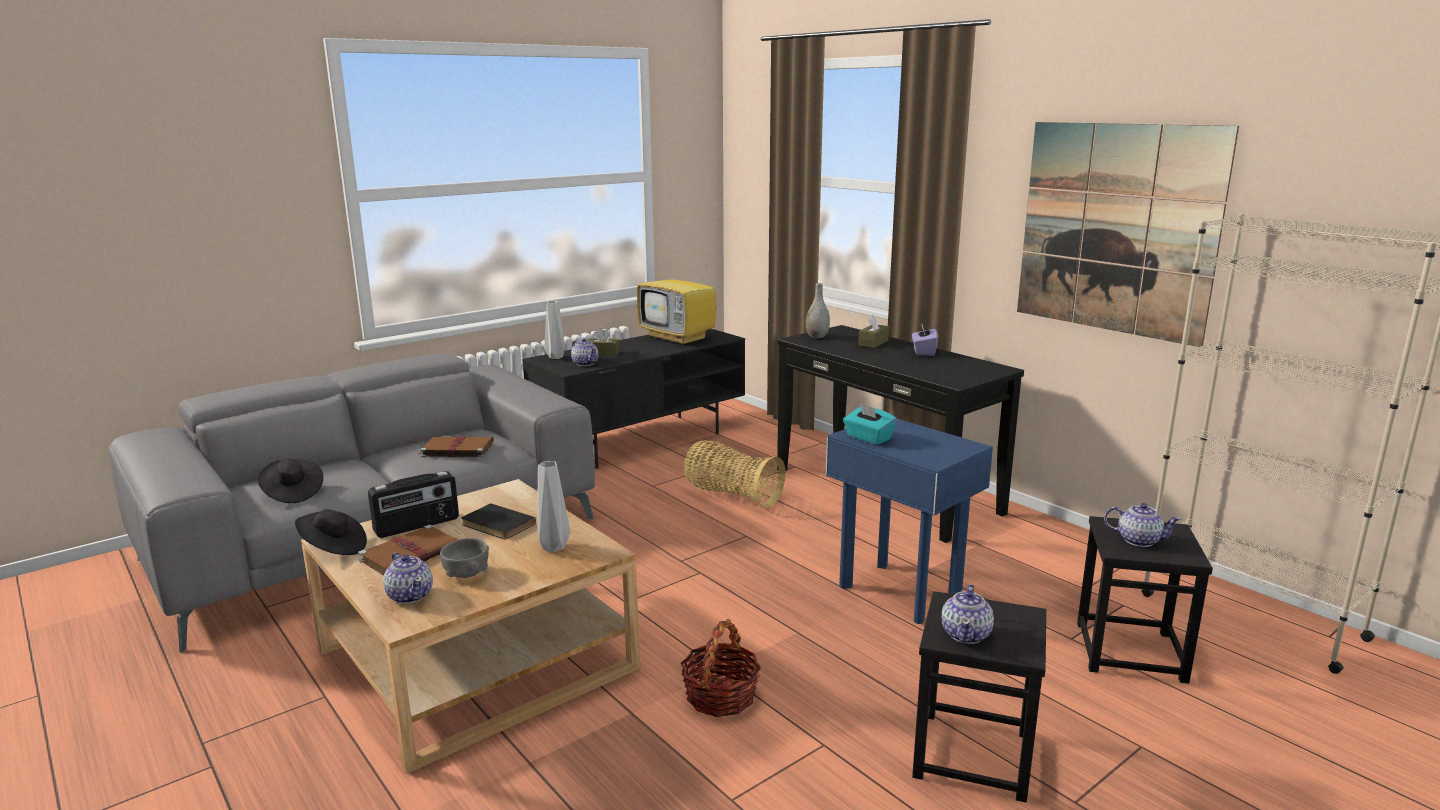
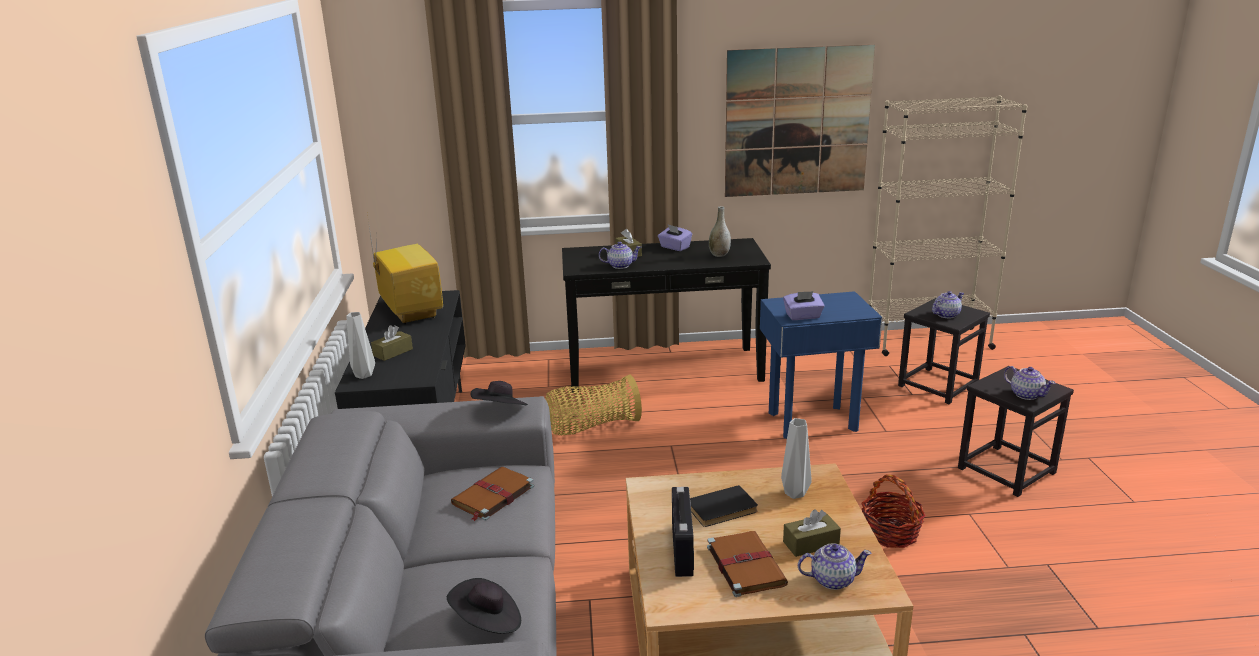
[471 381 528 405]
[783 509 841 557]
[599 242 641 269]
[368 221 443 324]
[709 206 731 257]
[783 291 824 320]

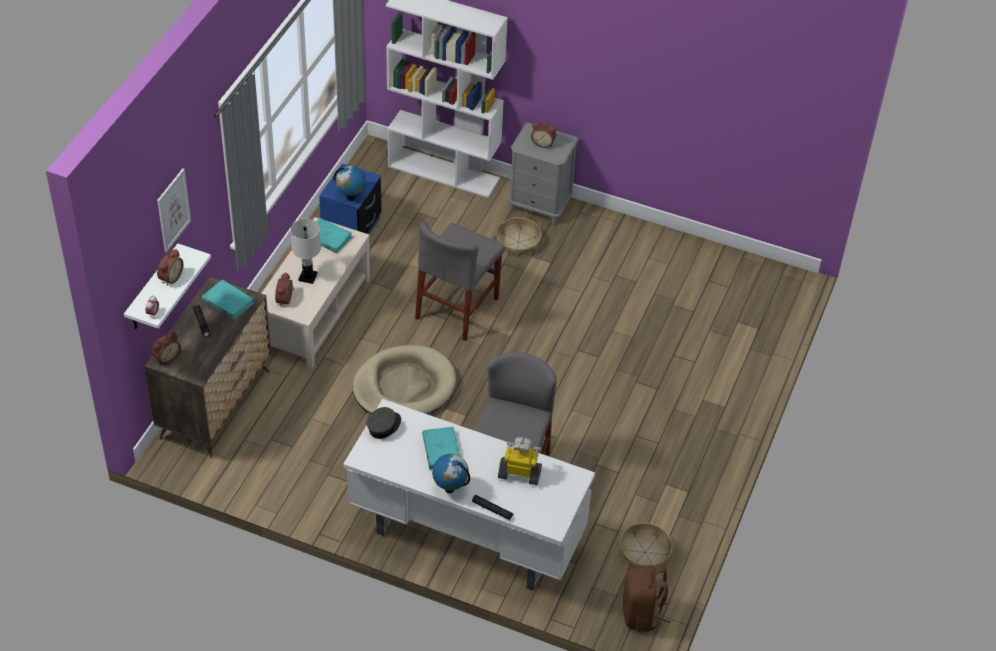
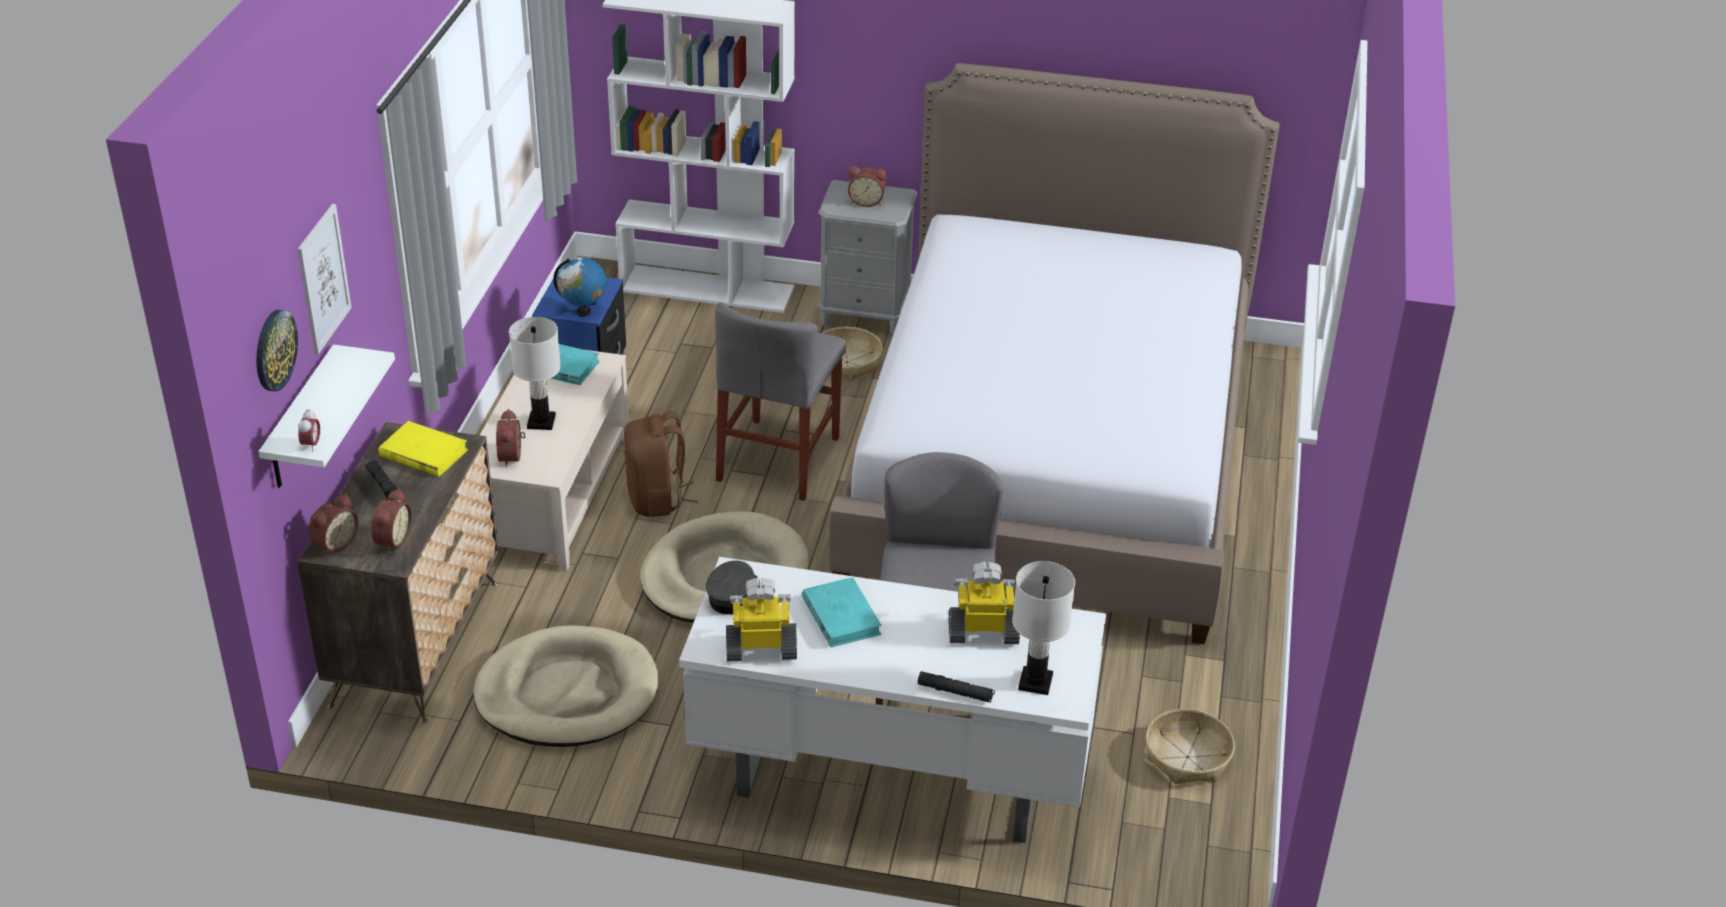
[371 488 412 553]
[379 421 468 477]
[432 454 470 493] (first image)
[624 411 698 517]
[256 309 298 391]
[473 625 659 747]
[726 578 797 661]
[829 63 1280 644]
[1012 561 1075 695]

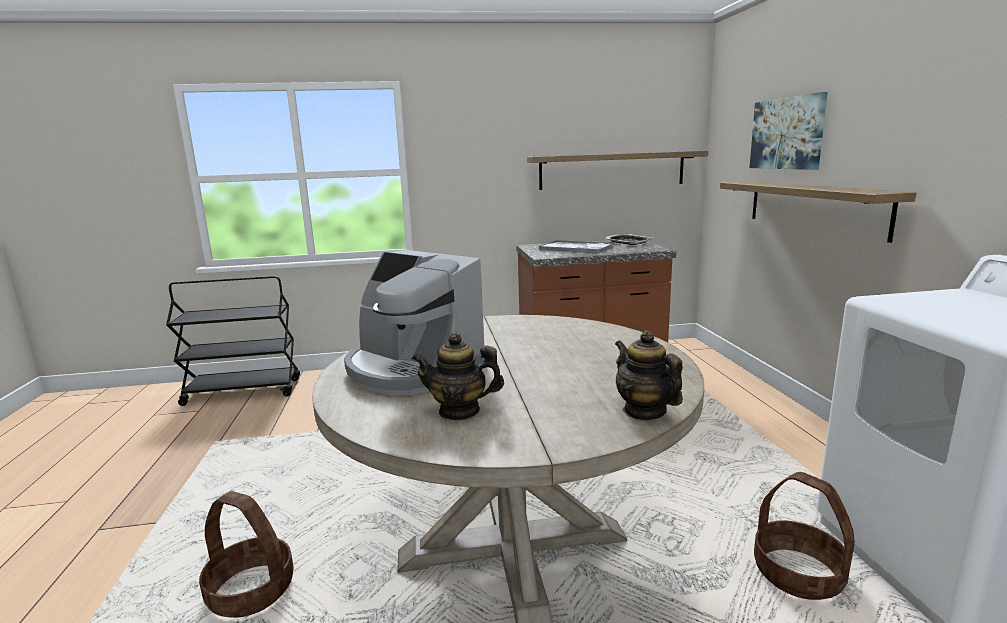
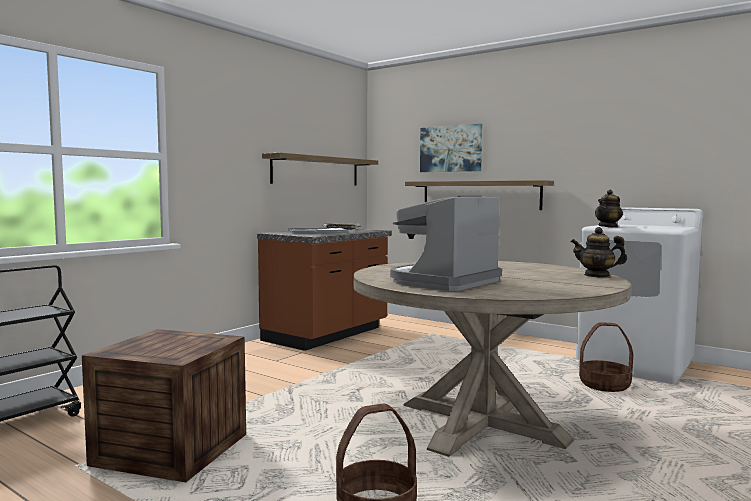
[390 196 502 291]
[595 190 623 227]
[82 329 246 482]

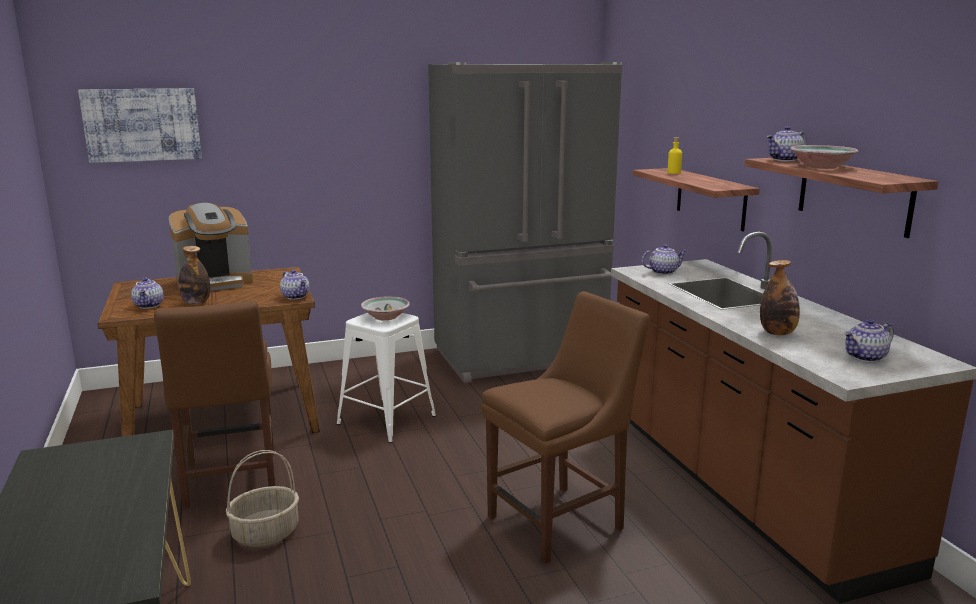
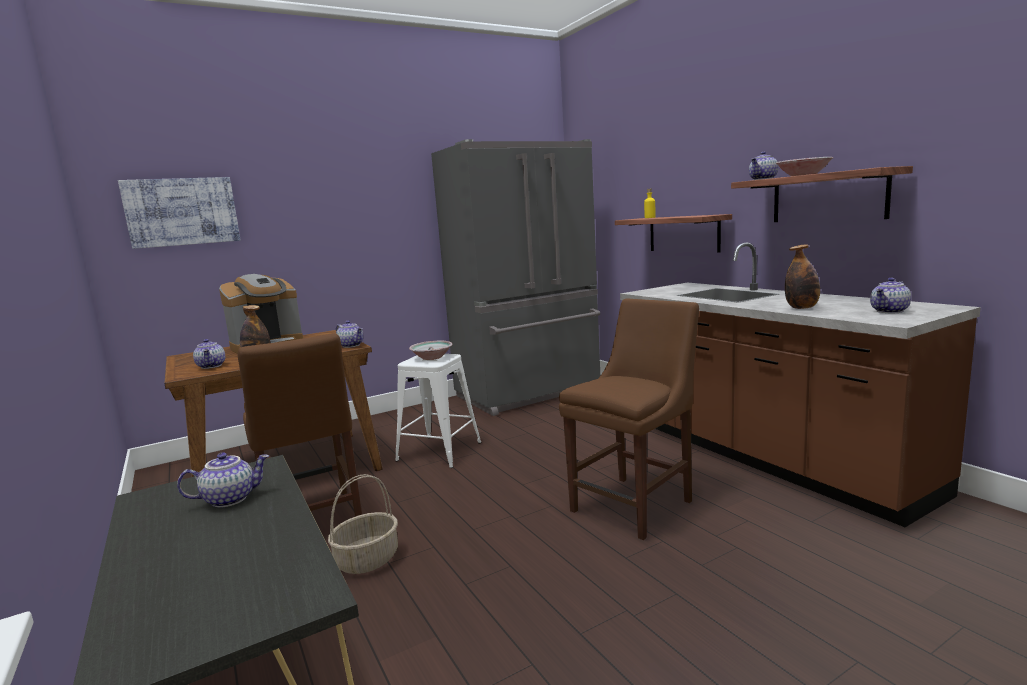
[177 453 269 507]

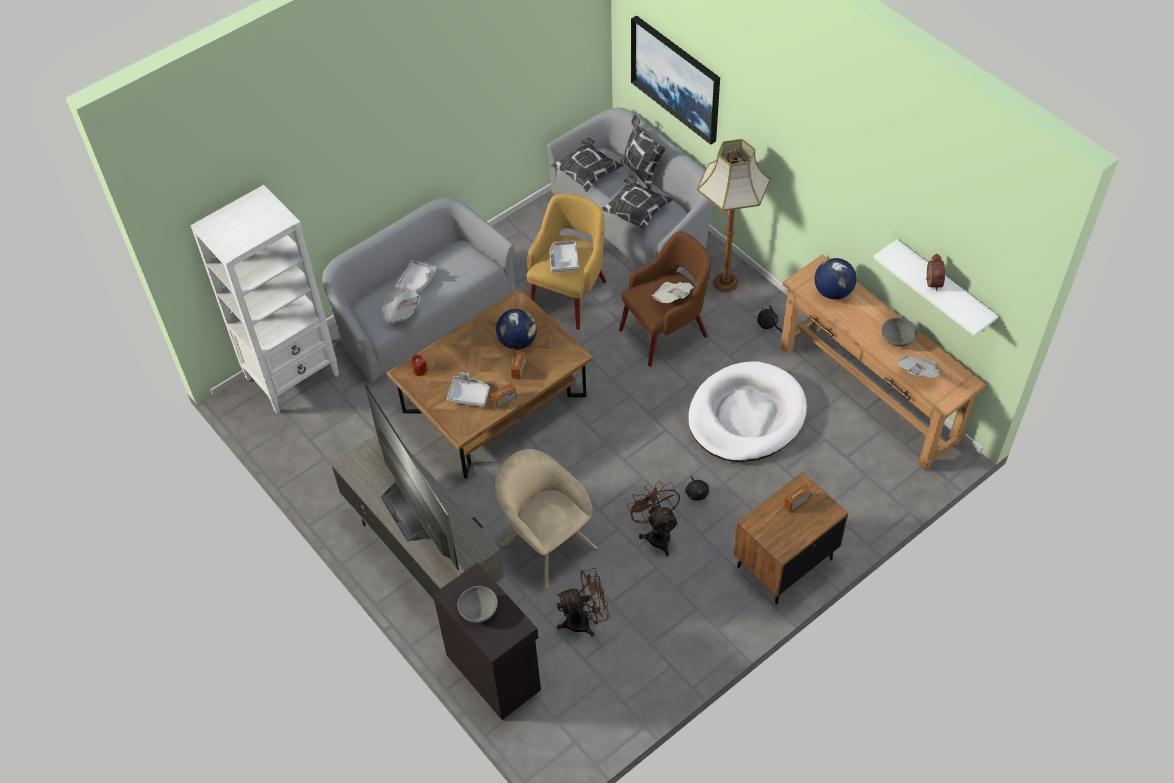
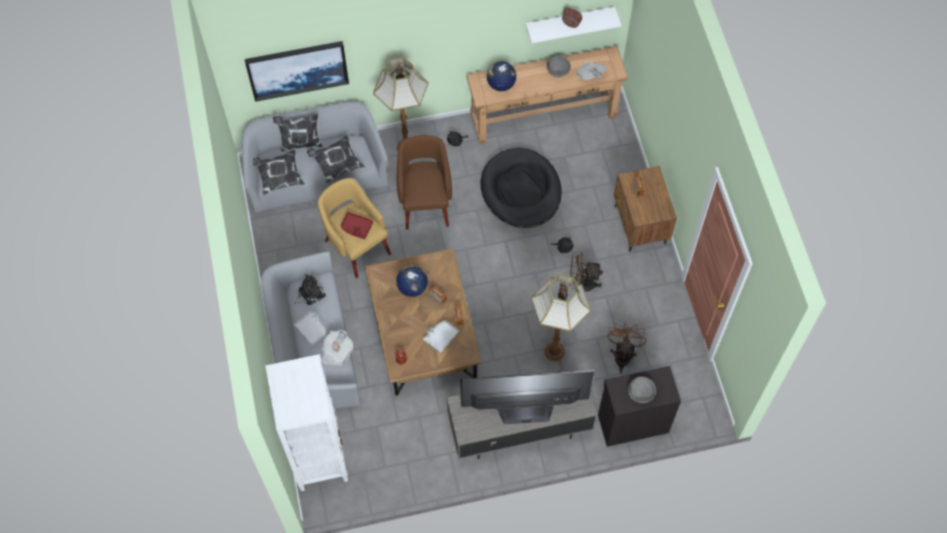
[531 274 591 361]
[341 212 373 239]
[651 282 694 303] (first image)
[481 148 562 228]
[295 274 326 305]

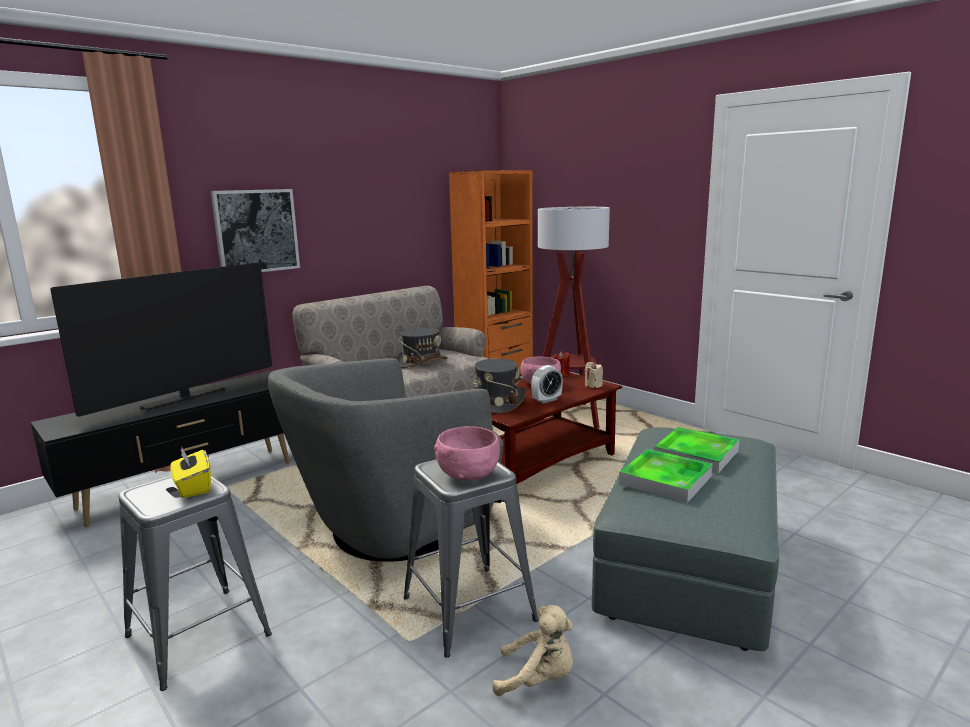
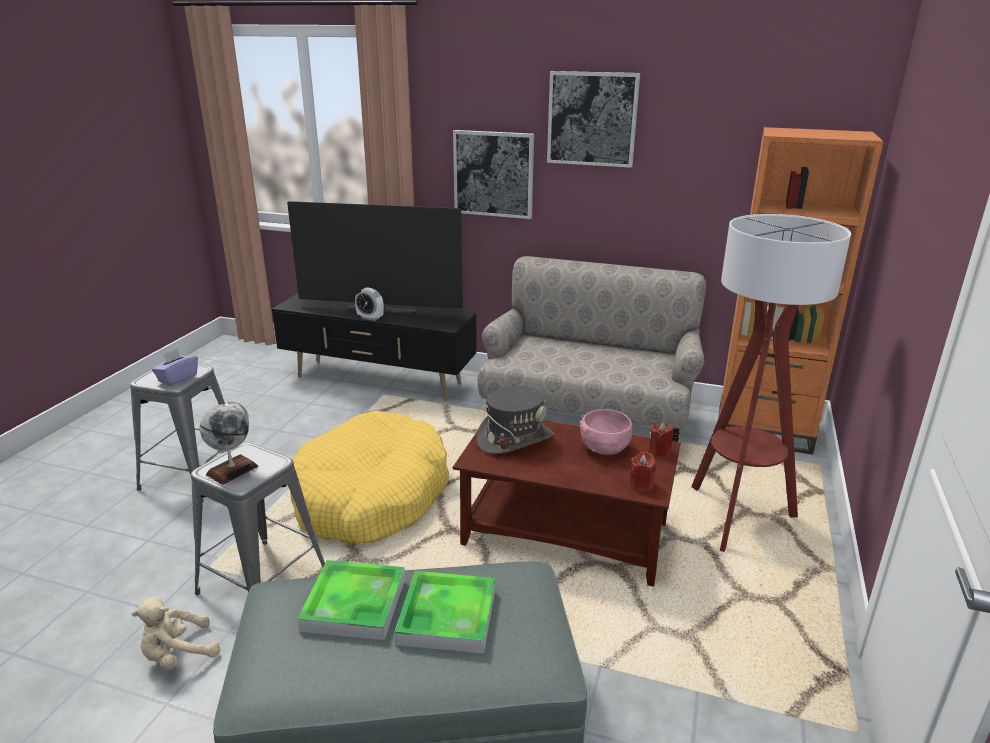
[152 348 198 386]
[290 411 449 543]
[396 328 447 368] (first image)
[200 400 259 485]
[132 597 221 670]
[355 287 384 321]
[630 452 656 491]
[547 71 640 168]

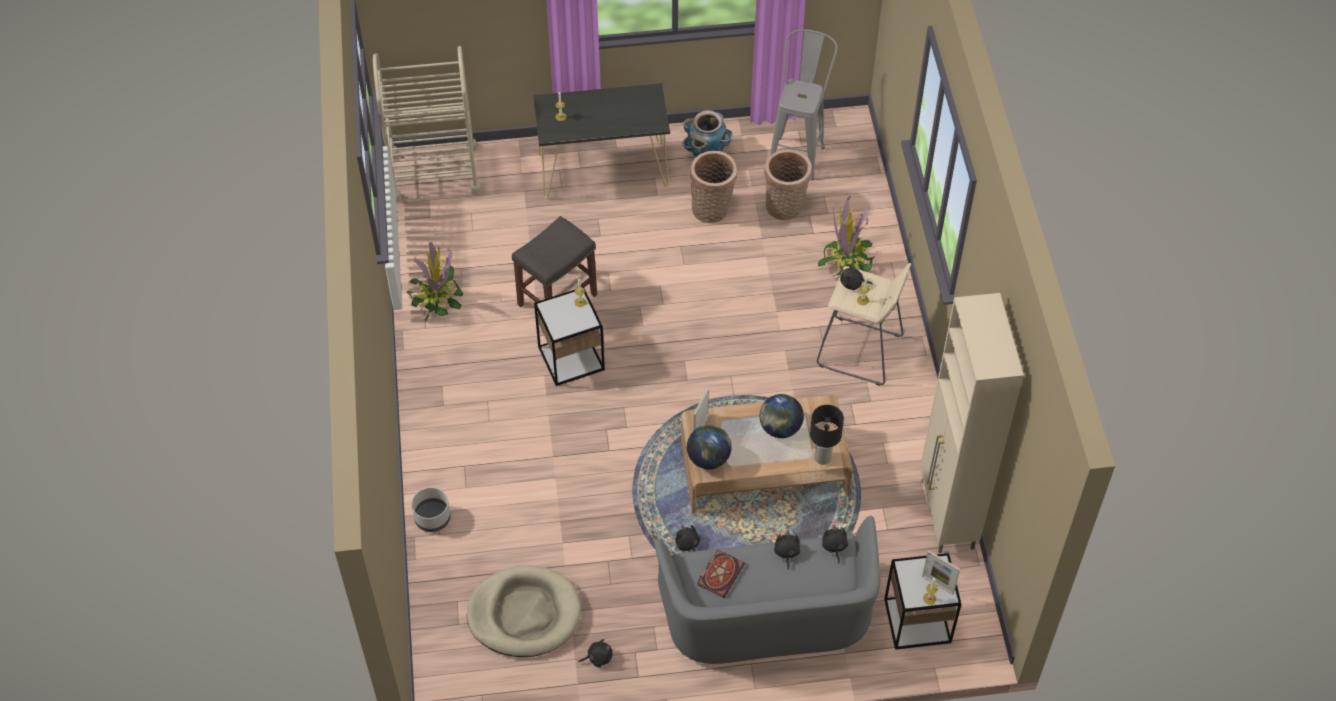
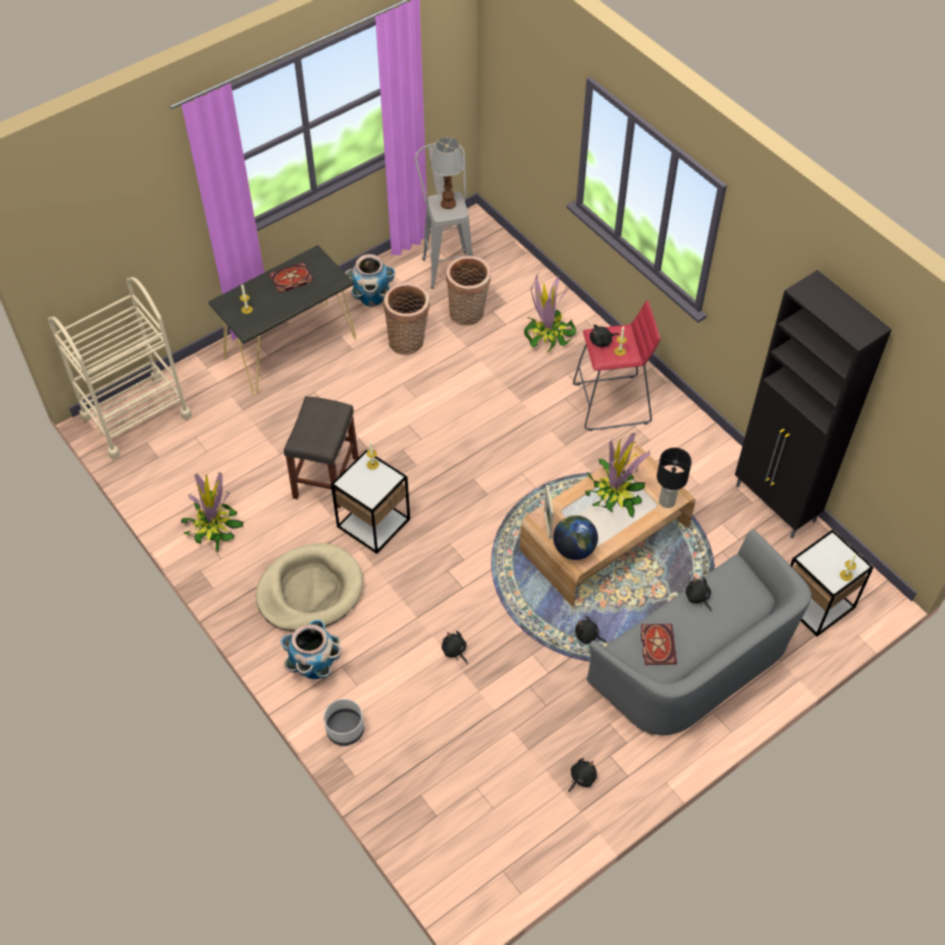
[256 543 363 631]
[585 433 650 518]
[573 300 660 431]
[442 631 467 664]
[735 270 892 538]
[922 551 960 595] (first image)
[269 262 313 293]
[281 619 342 679]
[431 137 465 209]

